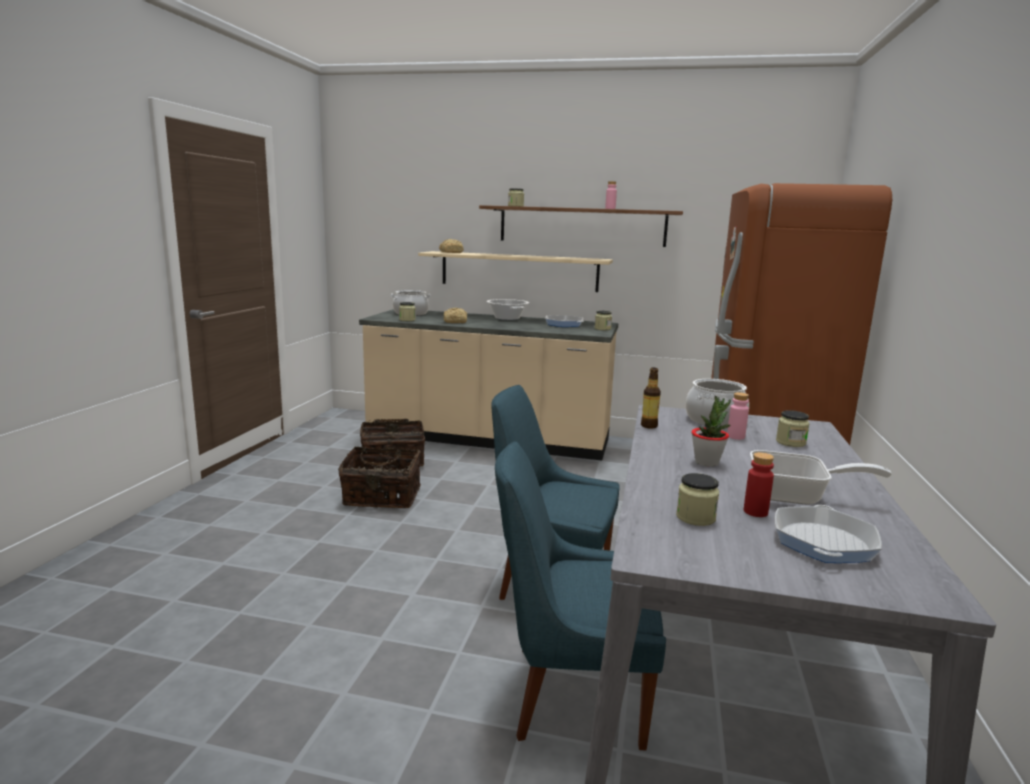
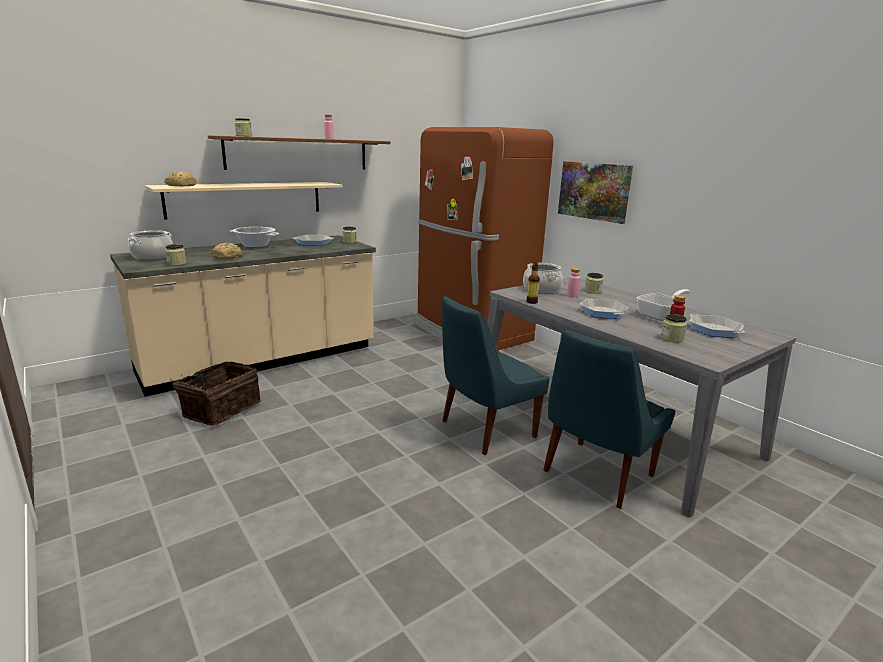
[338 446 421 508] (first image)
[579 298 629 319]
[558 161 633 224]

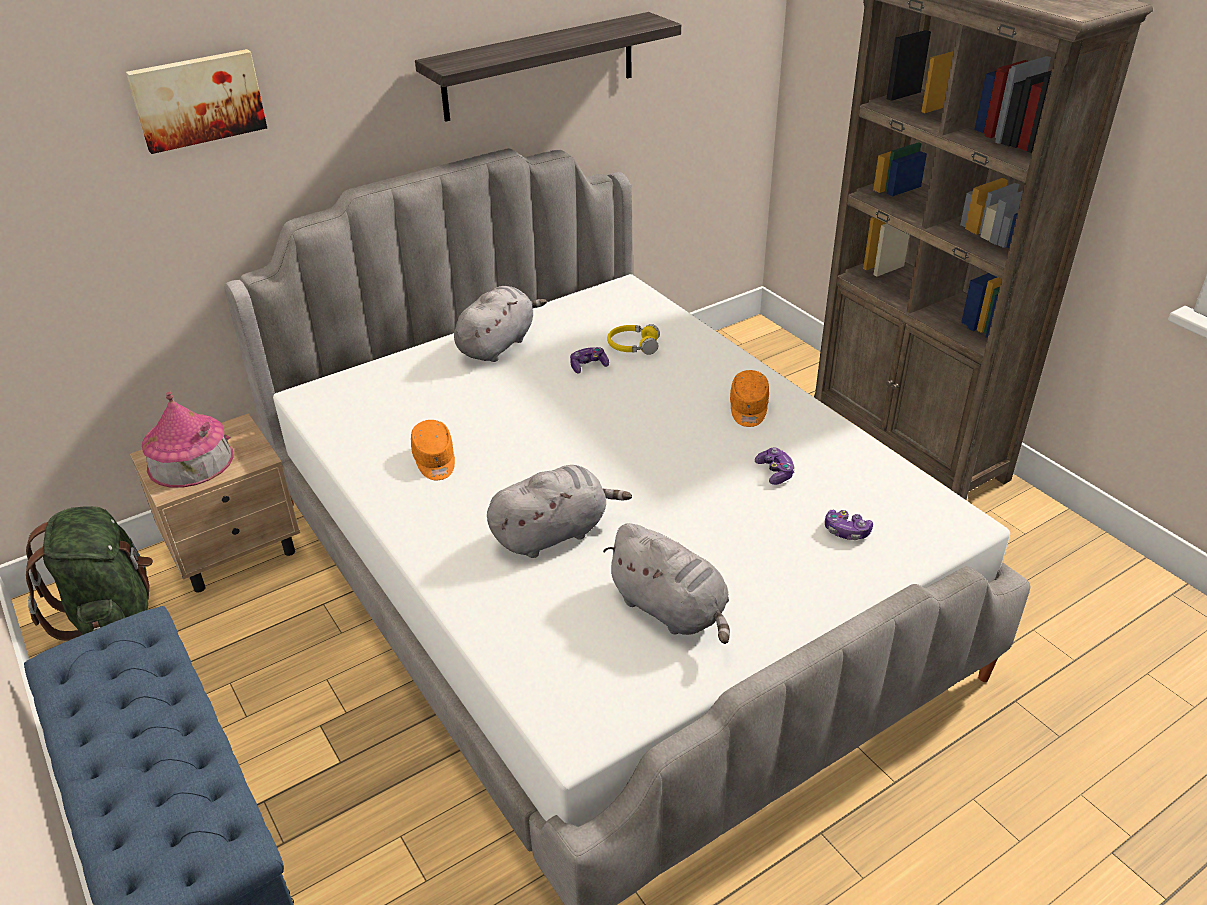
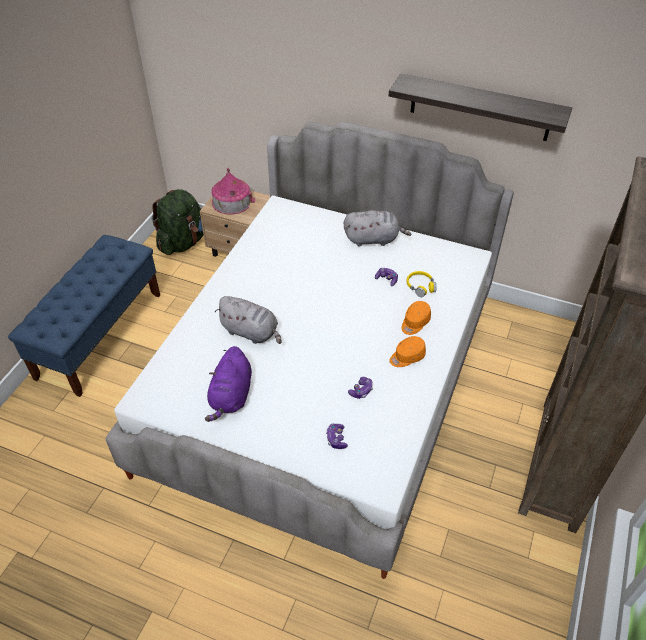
[126 49 267 154] (first image)
[402 301 431 335]
[205 346 252 422]

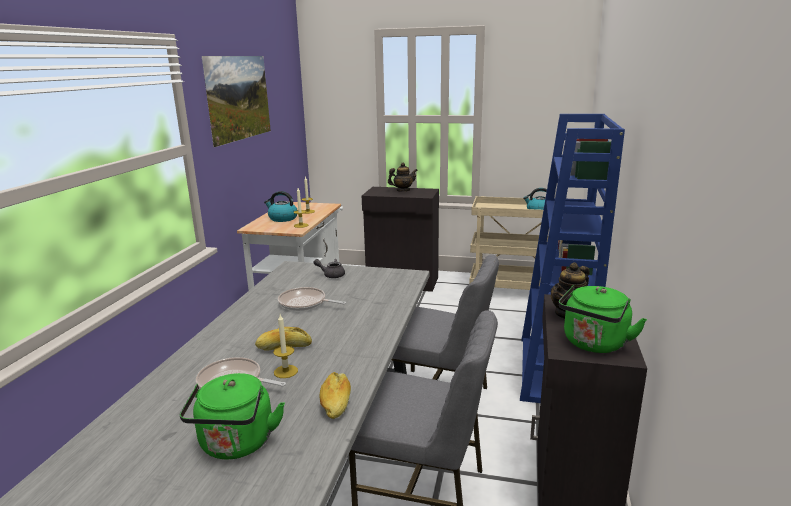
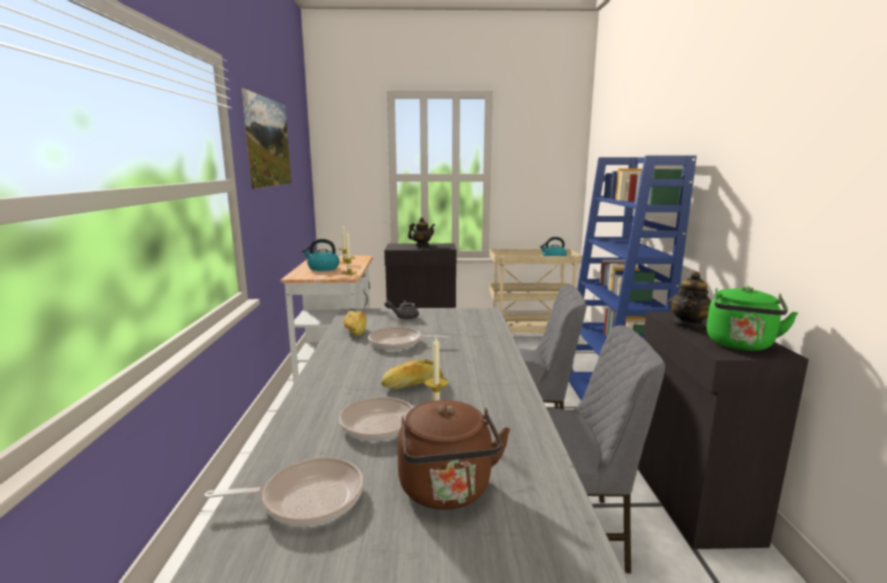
[397 400 510 510]
[343 311 366 336]
[204 457 363 527]

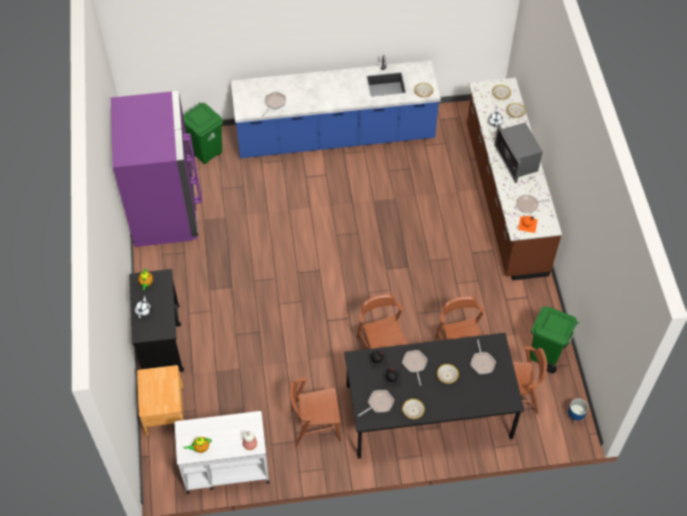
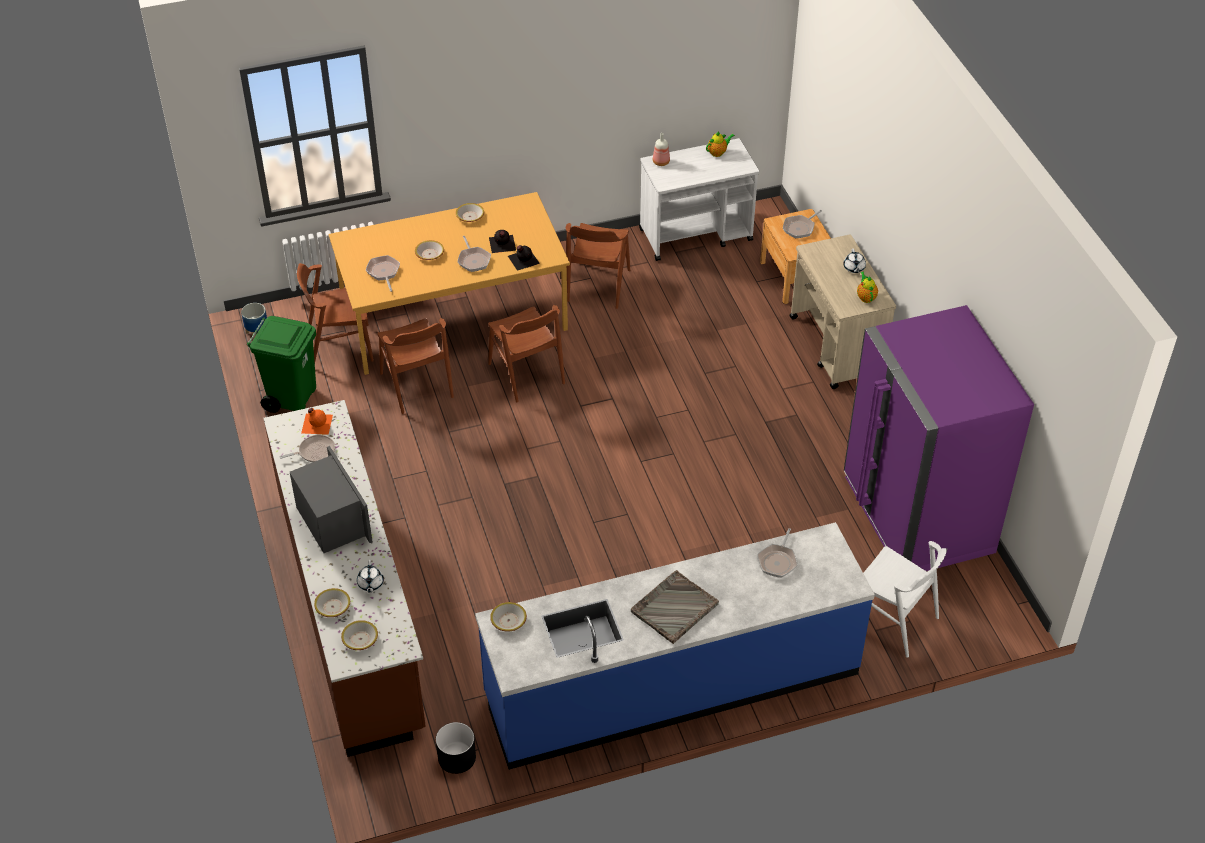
[789 235 896 389]
[863 541 947 658]
[566 223 630 309]
[329 192 570 375]
[783 210 822 238]
[436 722 476 774]
[631 570 719 644]

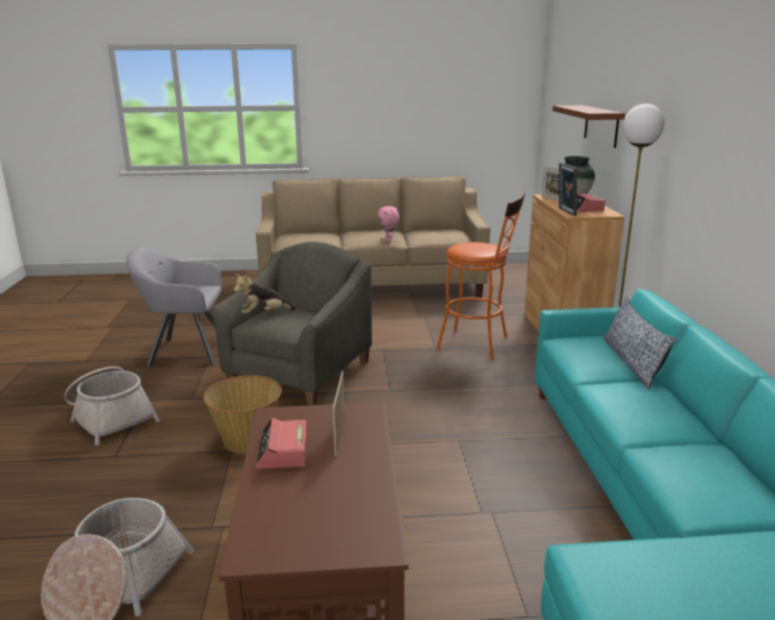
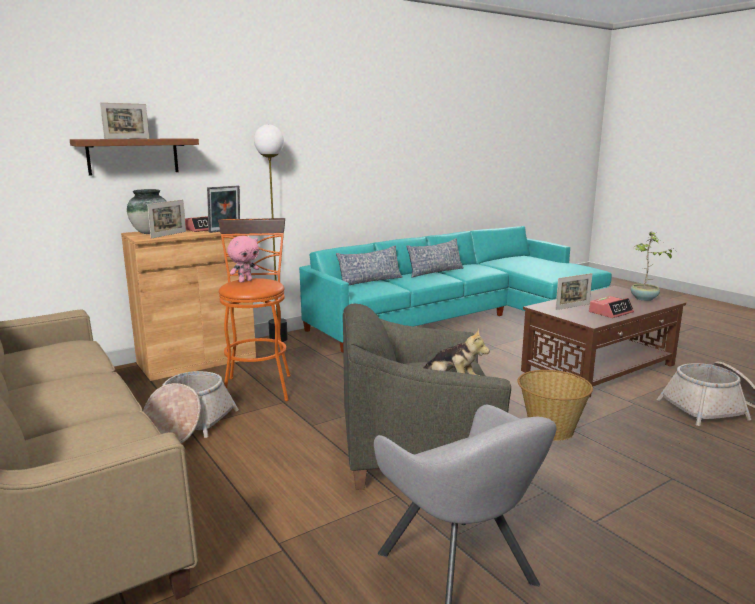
[143 371 239 443]
[227 236 259 283]
[100 102 149 139]
[406 238 463 278]
[631 231 676 301]

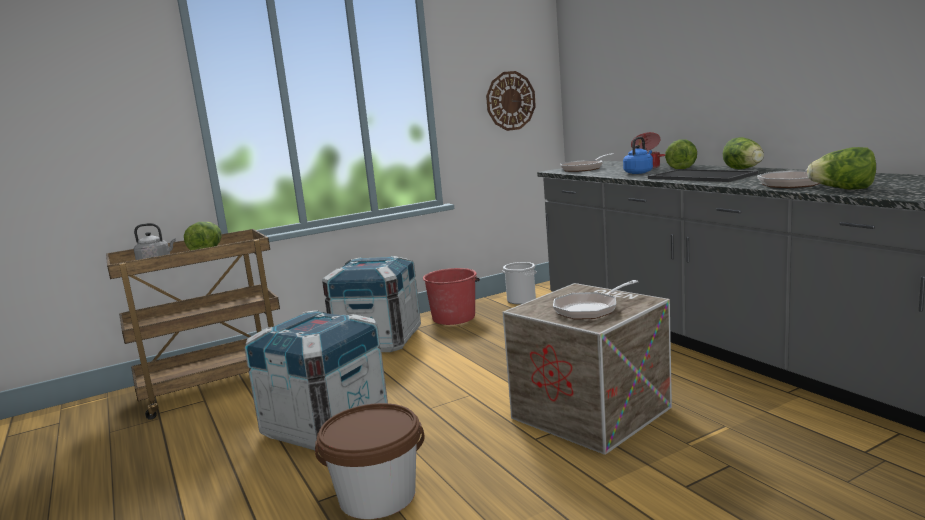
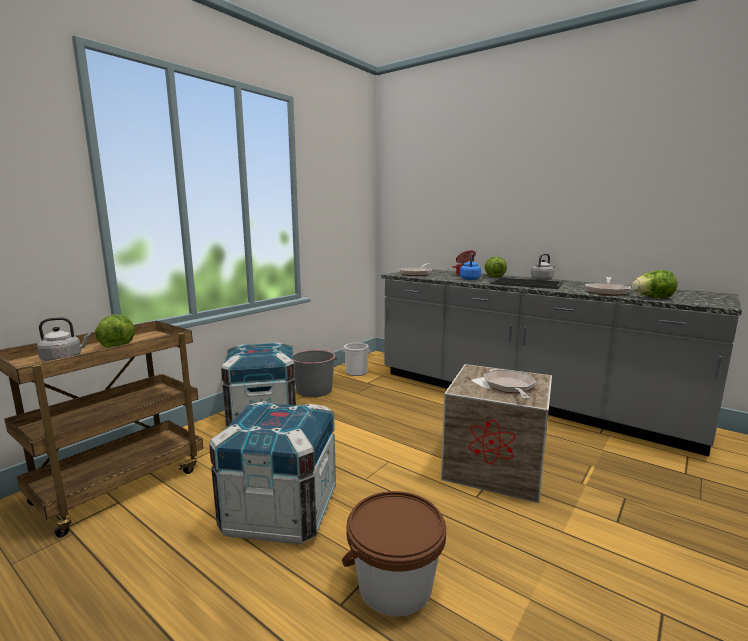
[293 349 337 397]
[486 71 536 131] (first image)
[484 370 536 399]
[531 254 555 281]

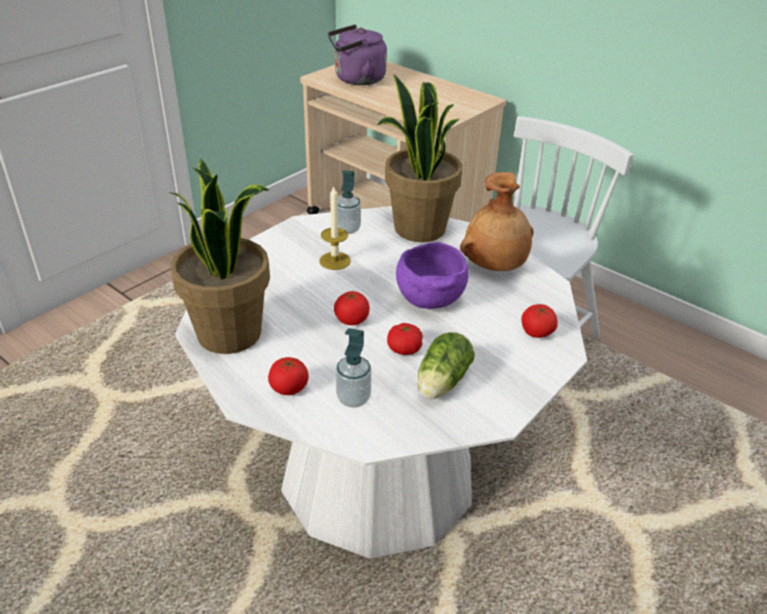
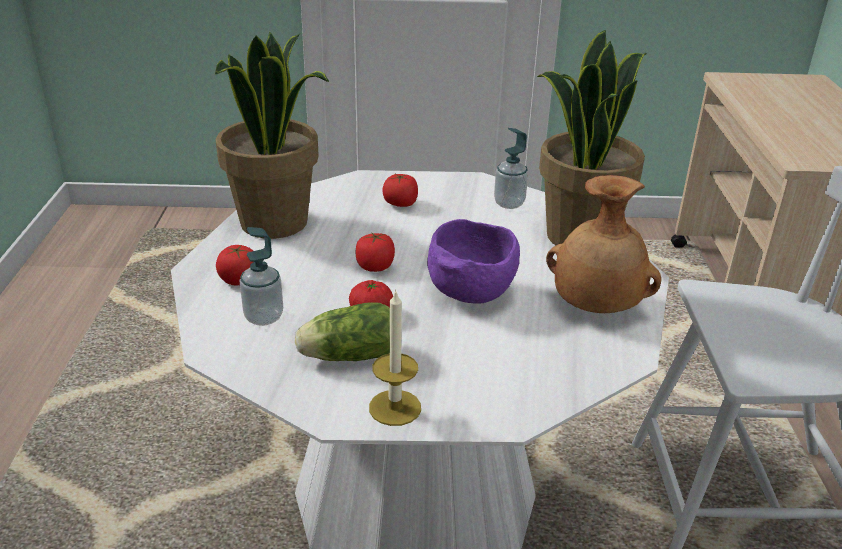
[369 289 421 426]
[328 25 387 85] (first image)
[382 174 418 207]

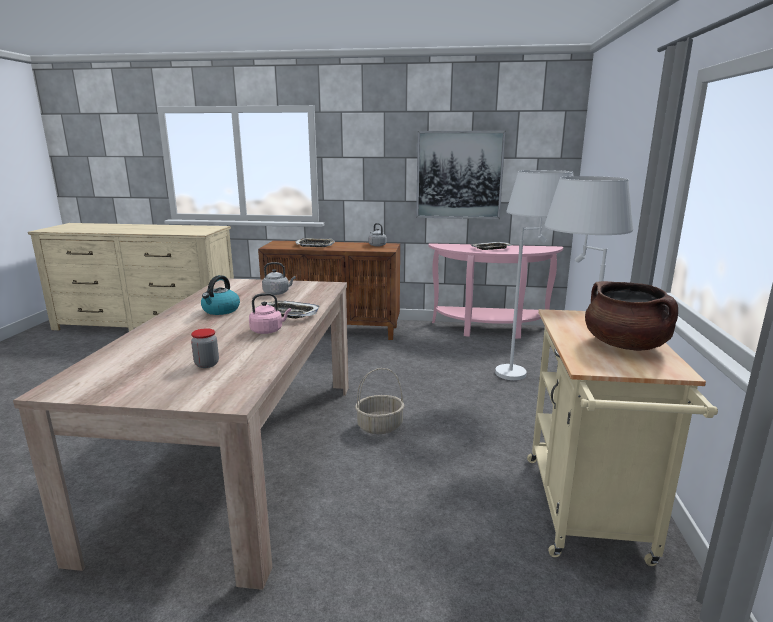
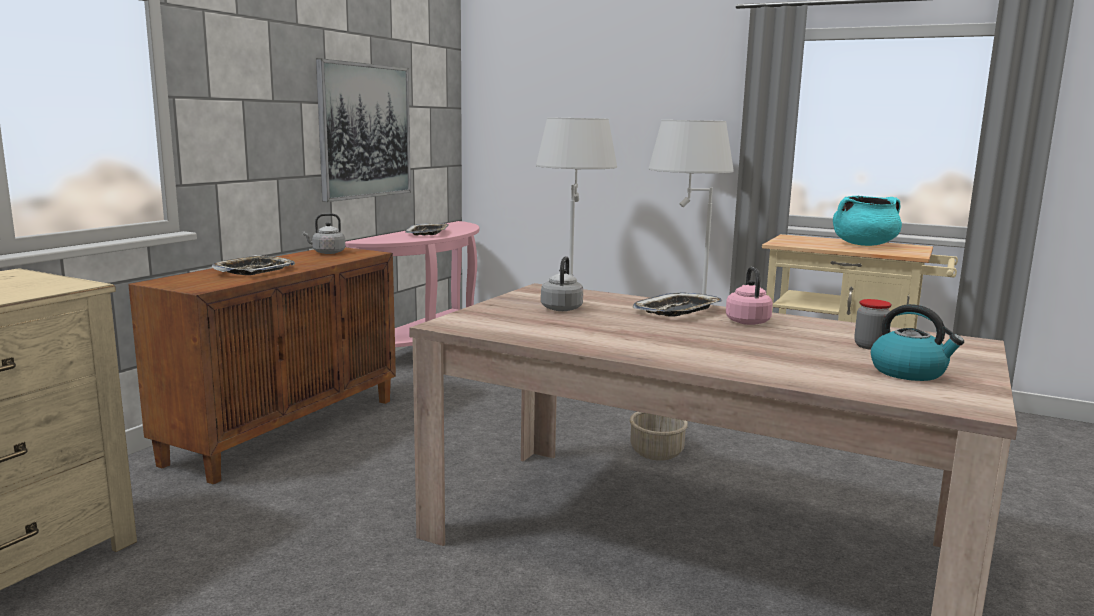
[871 304 964 381]
[833 196 902 246]

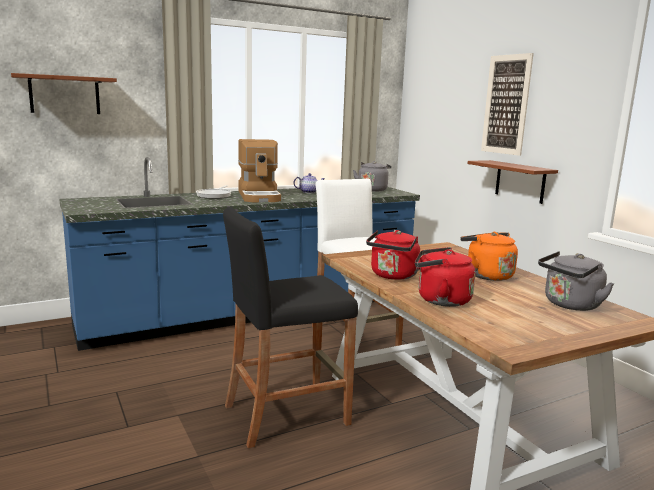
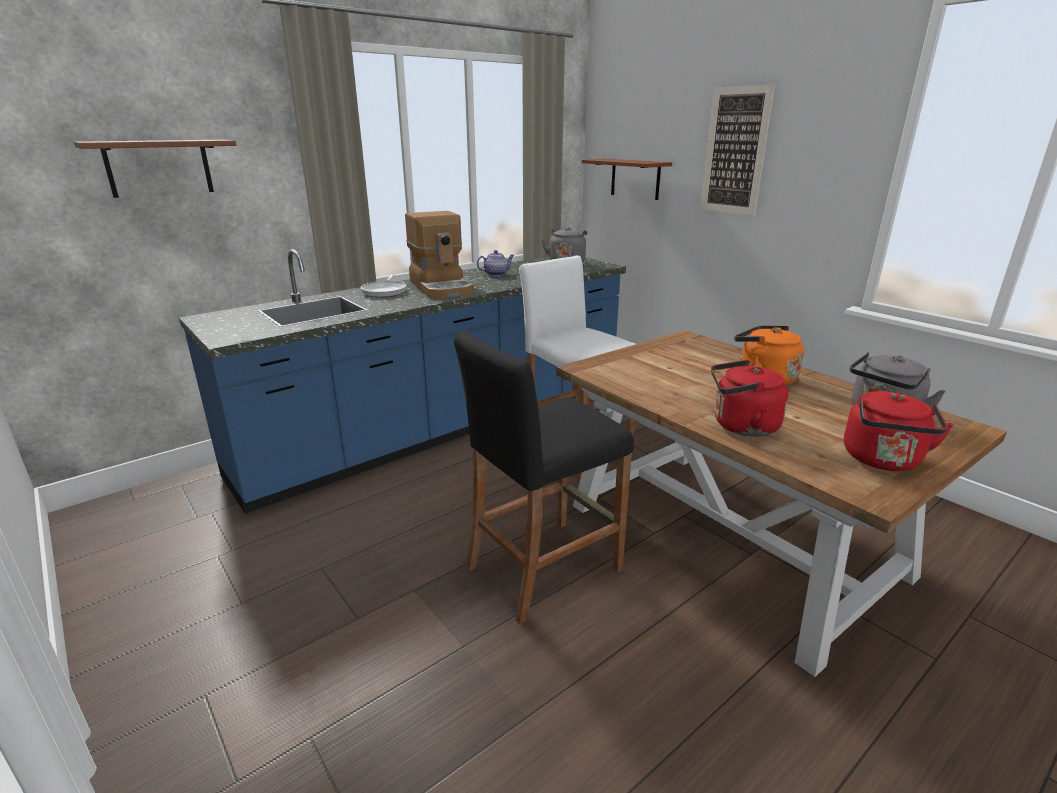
[844 391 954 471]
[582 159 672 200]

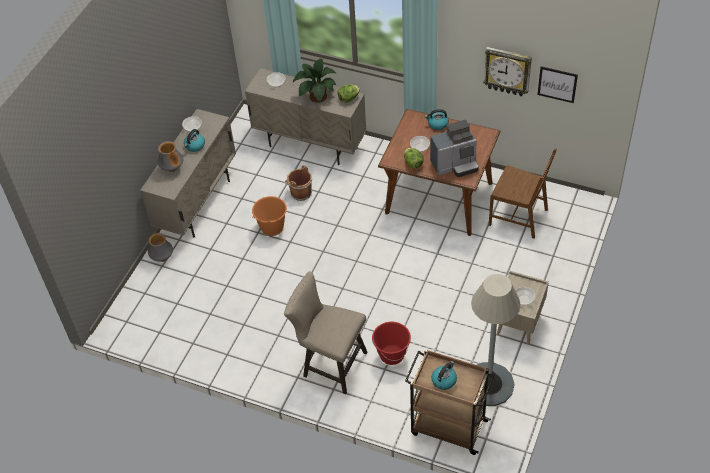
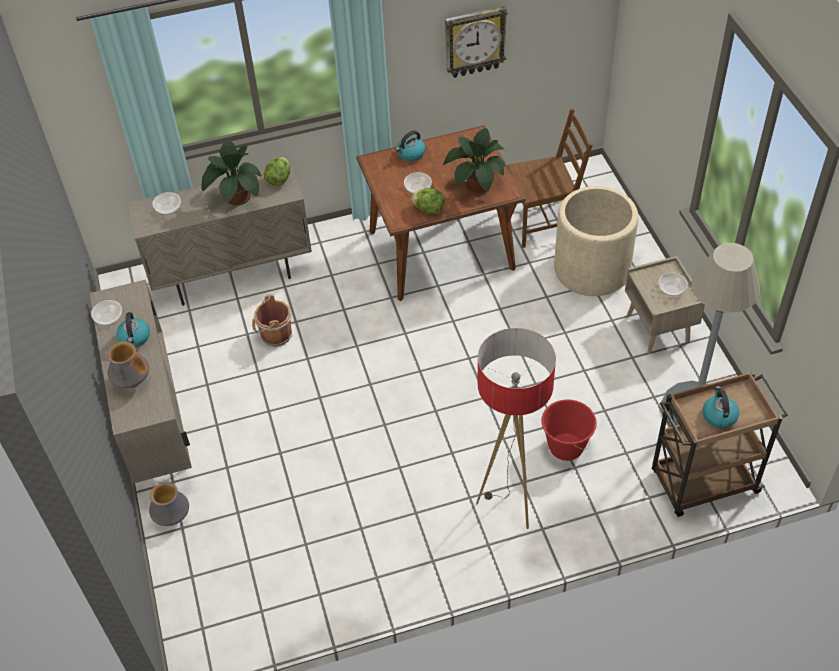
[252 196 287 236] (first image)
[476 328 556 529]
[443 128 506 193]
[537 66 578 103] (first image)
[554 186 638 296]

